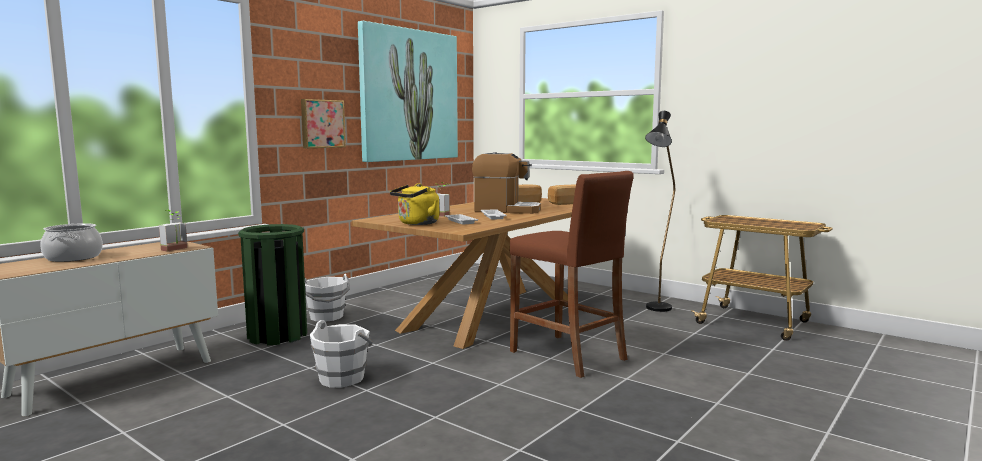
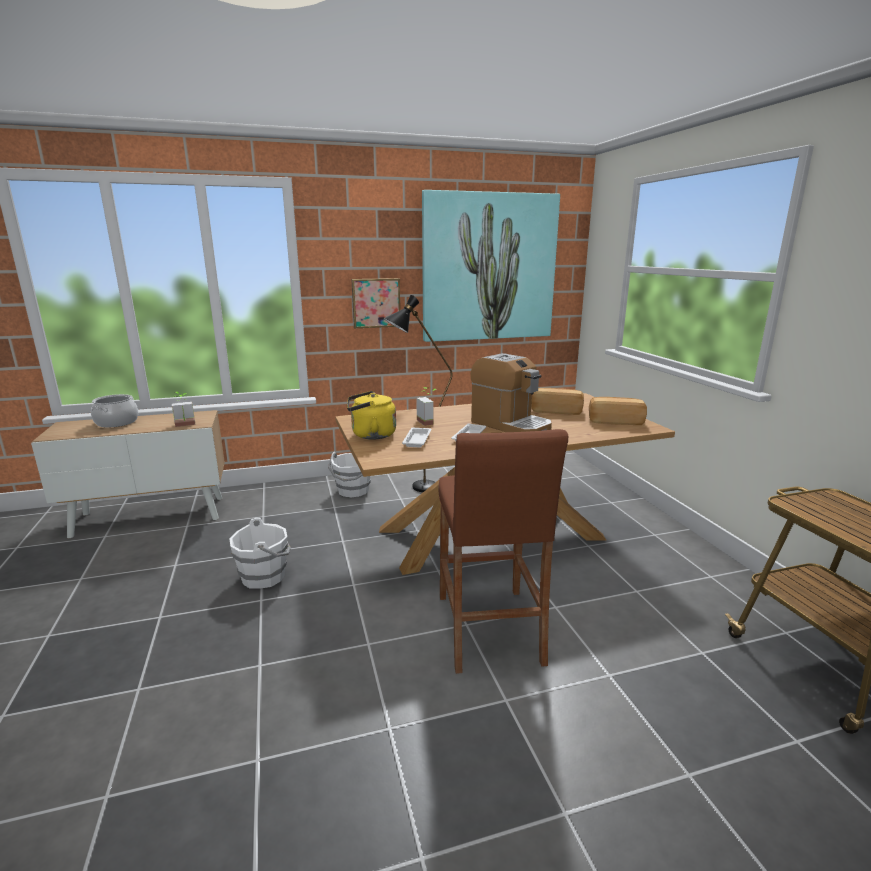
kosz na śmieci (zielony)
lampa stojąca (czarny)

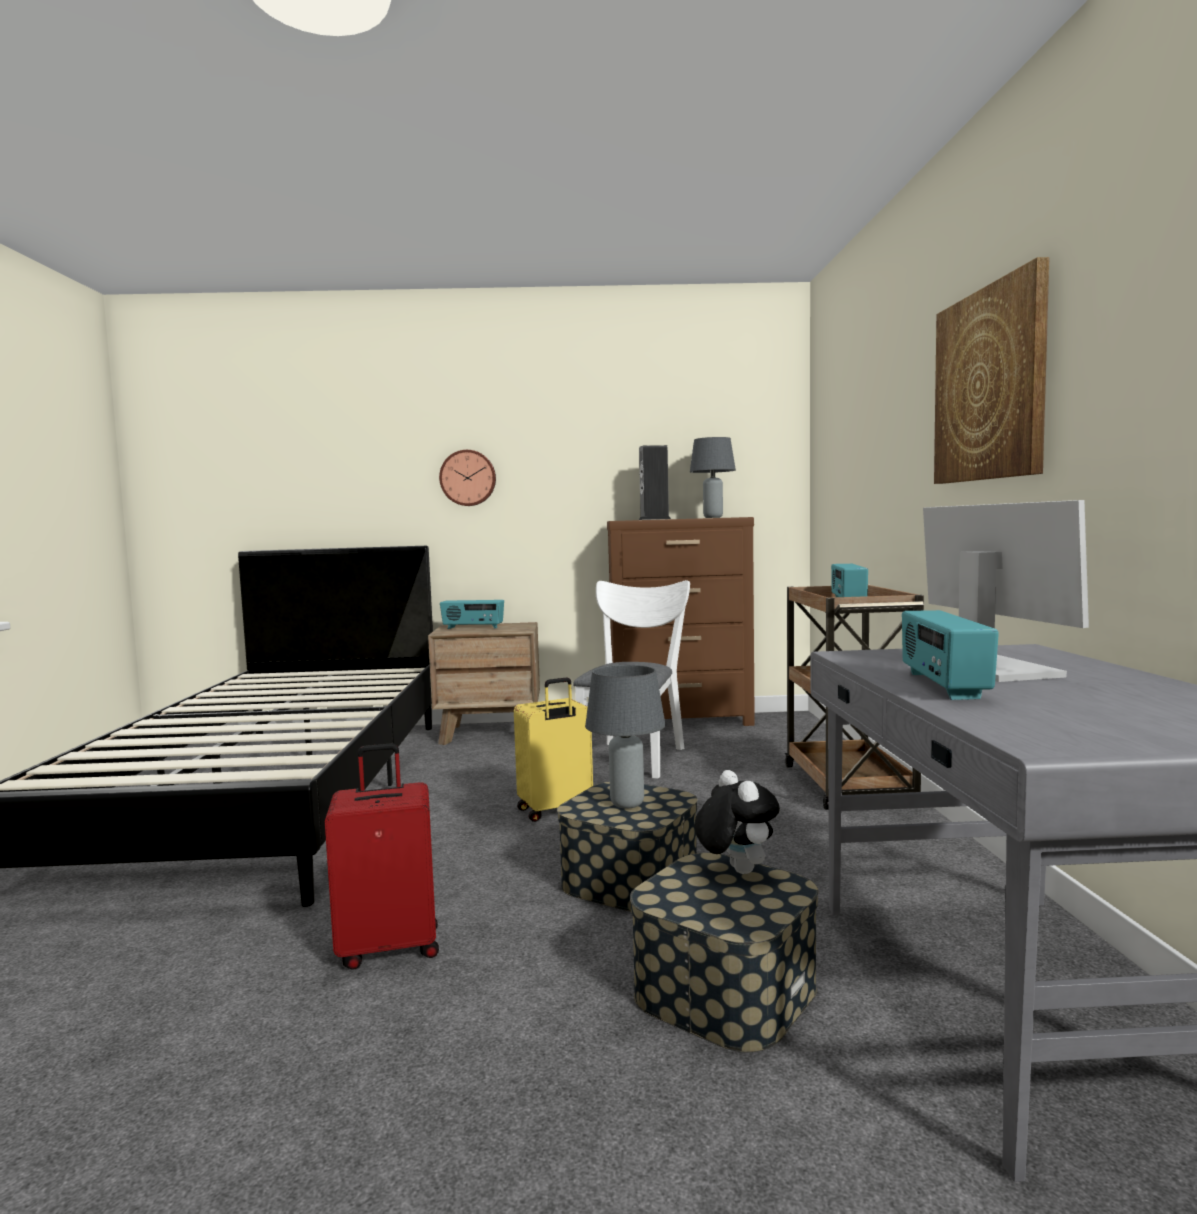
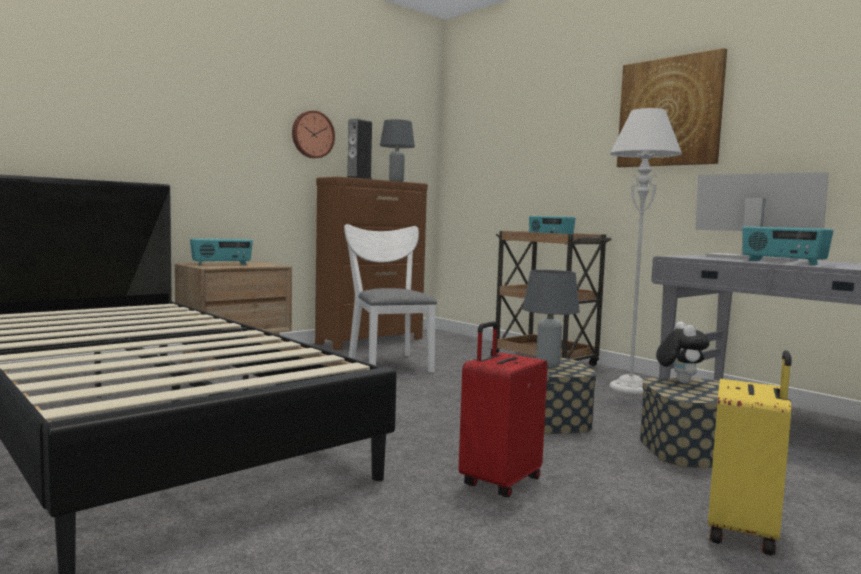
lampa stojąca (szary)
zegar ścienny
walizka (żółty)
pluszak

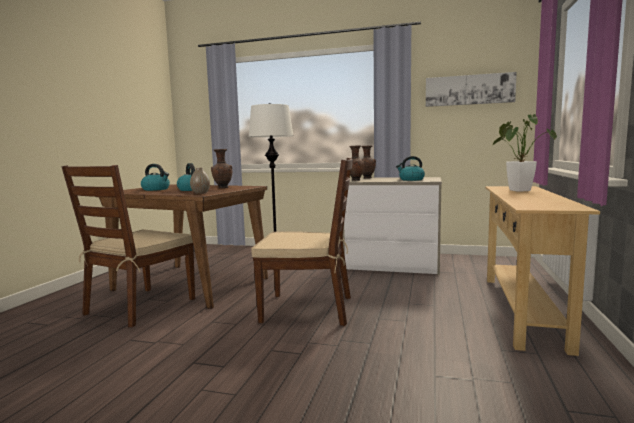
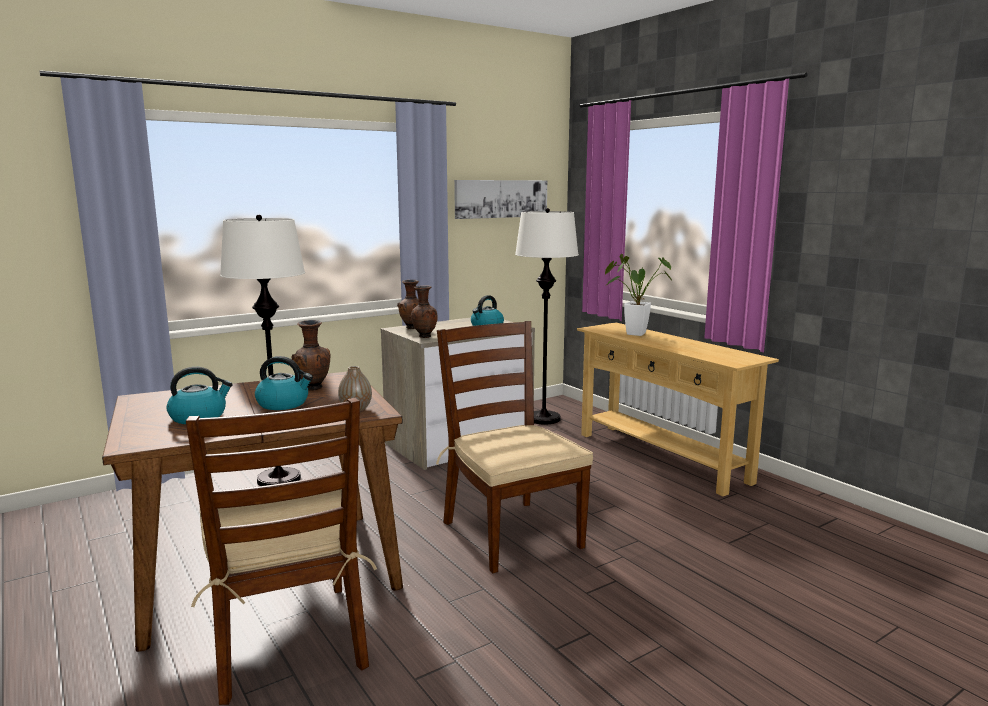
lampa stojąca (biały) (no. 2 from left)
krzesło (brązowy) (no. 2 from left)

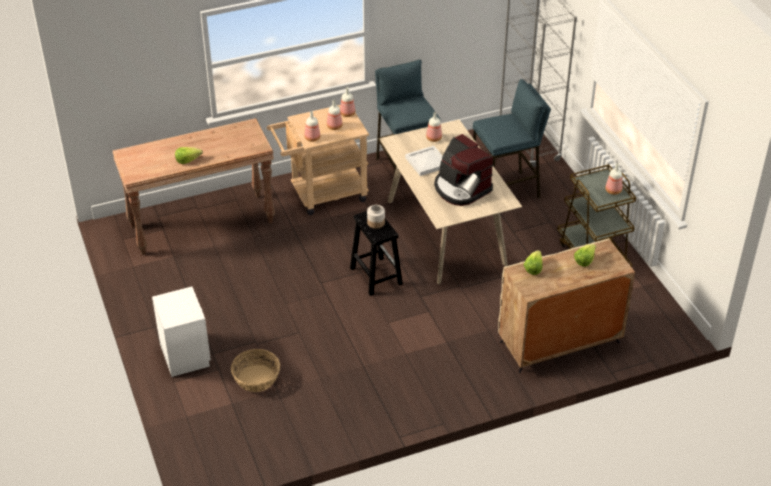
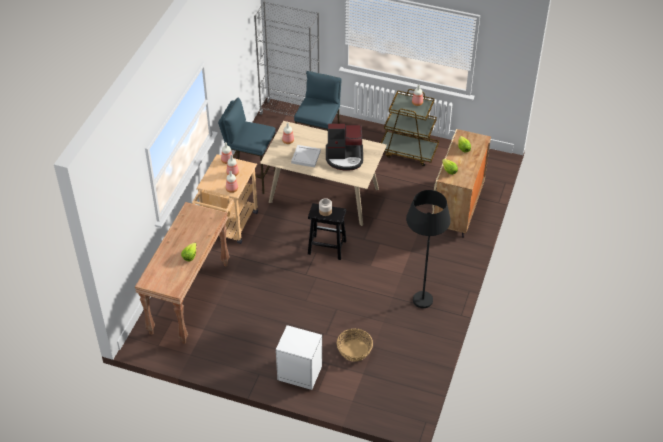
lampa stojąca (czarny)

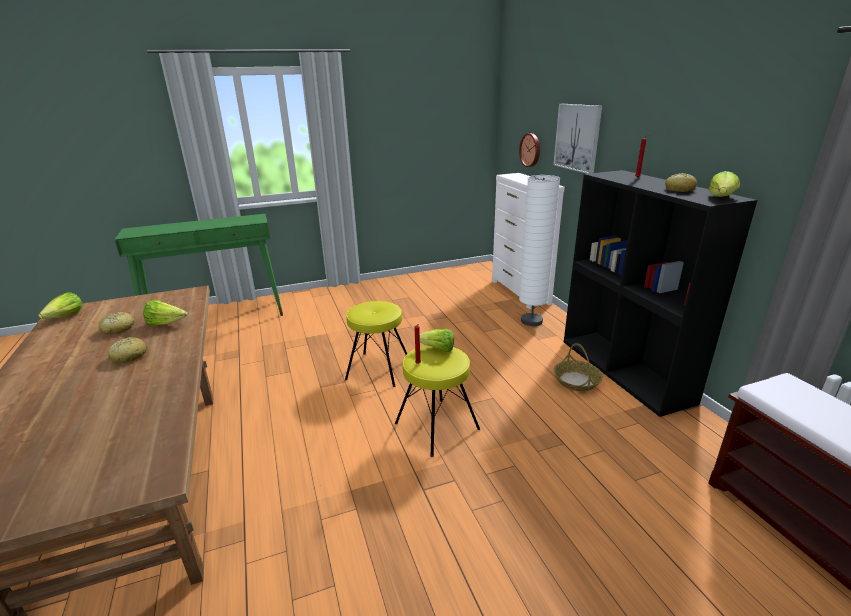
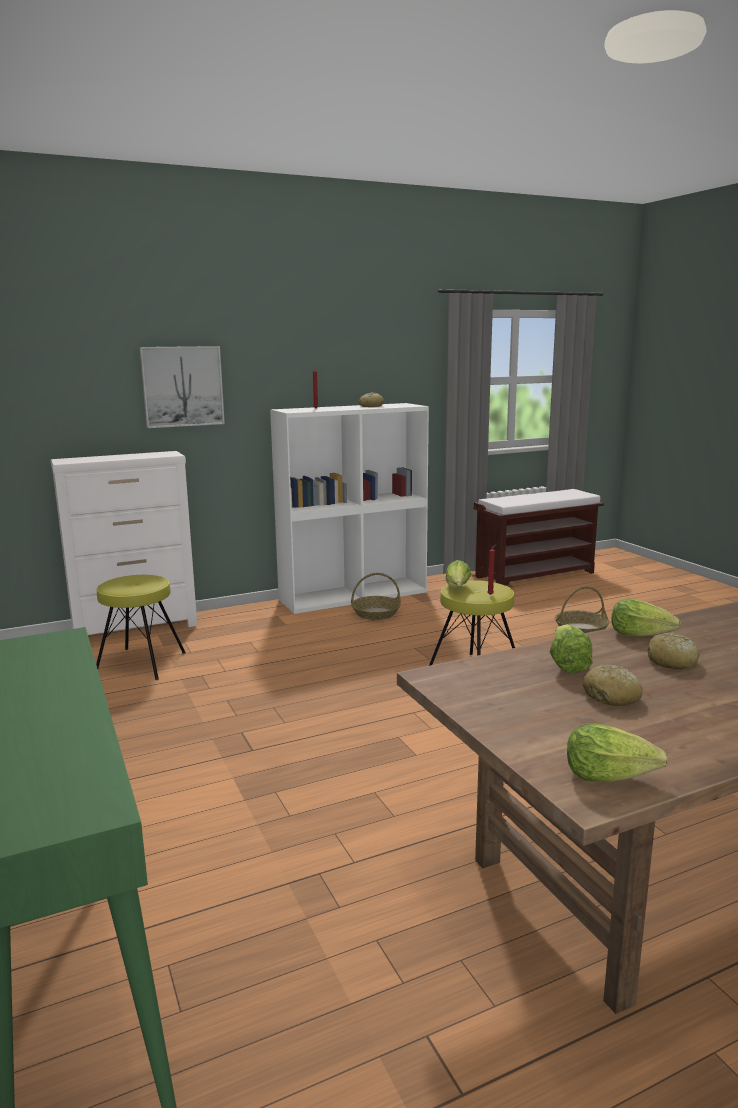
zegar ścienny
lampa stojąca (biały)
koszyk (no. 2 from left)
stołek (żółty) (no. 1 from left)
sałata (no. 4 from left)
regał (biały)

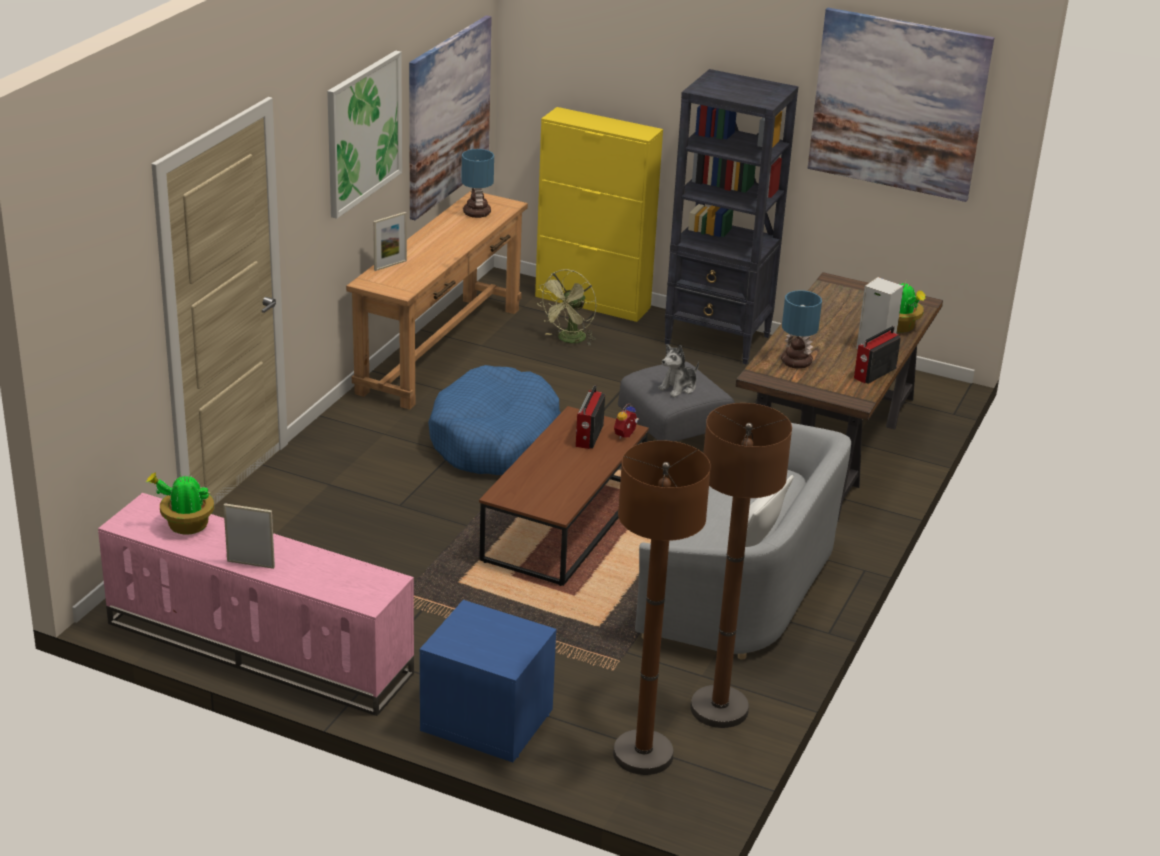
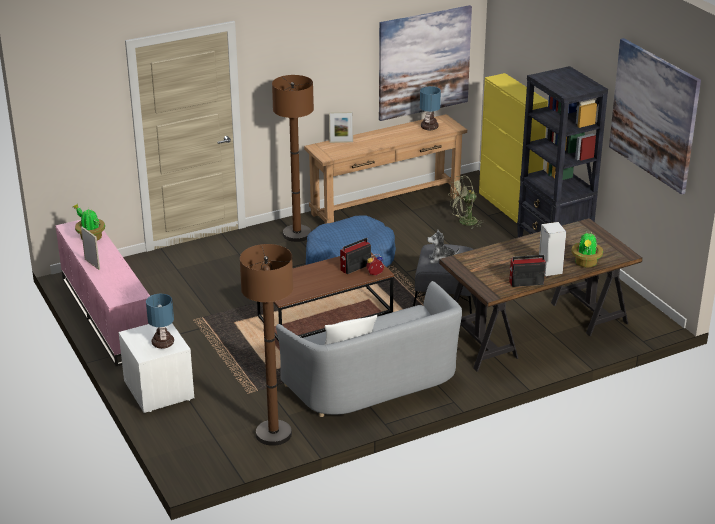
obraz (no. 1 from left in the first image)
lampa stojąca (brązowy) (no. 2 from left)
lampa stołowa (no. 1 from left)
szafka nocna (biały)

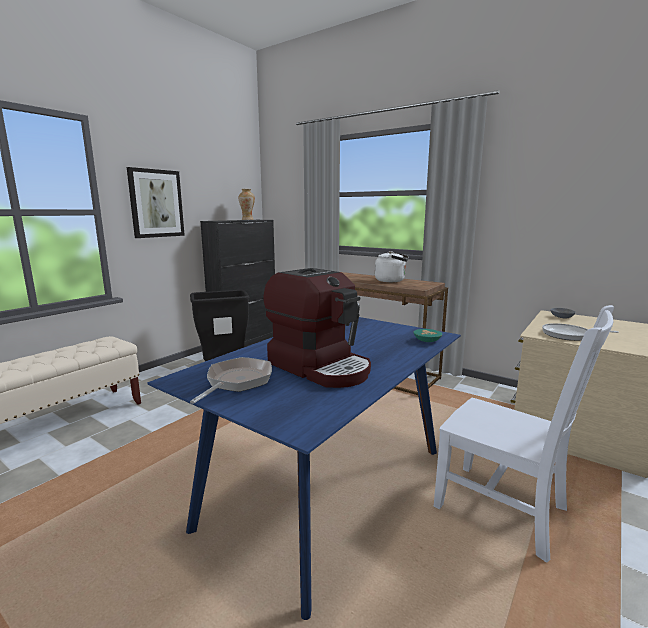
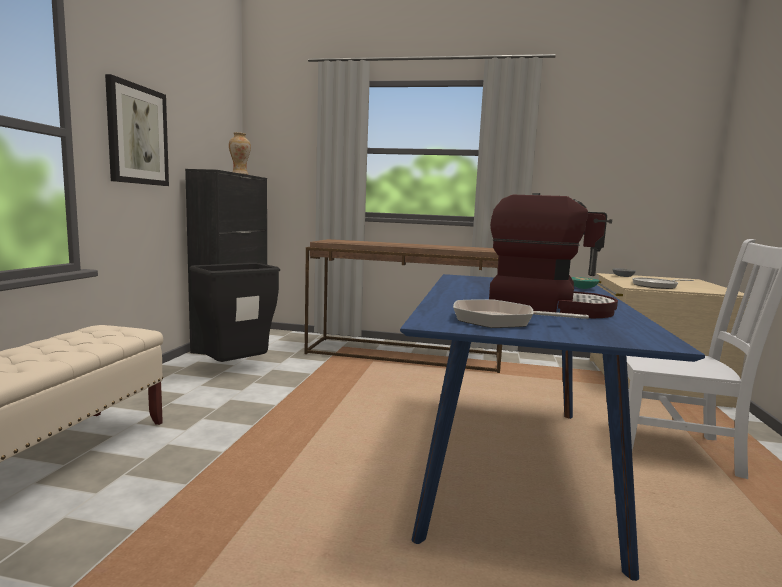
czajnik (biały)
patelnia (no. 1 from left)

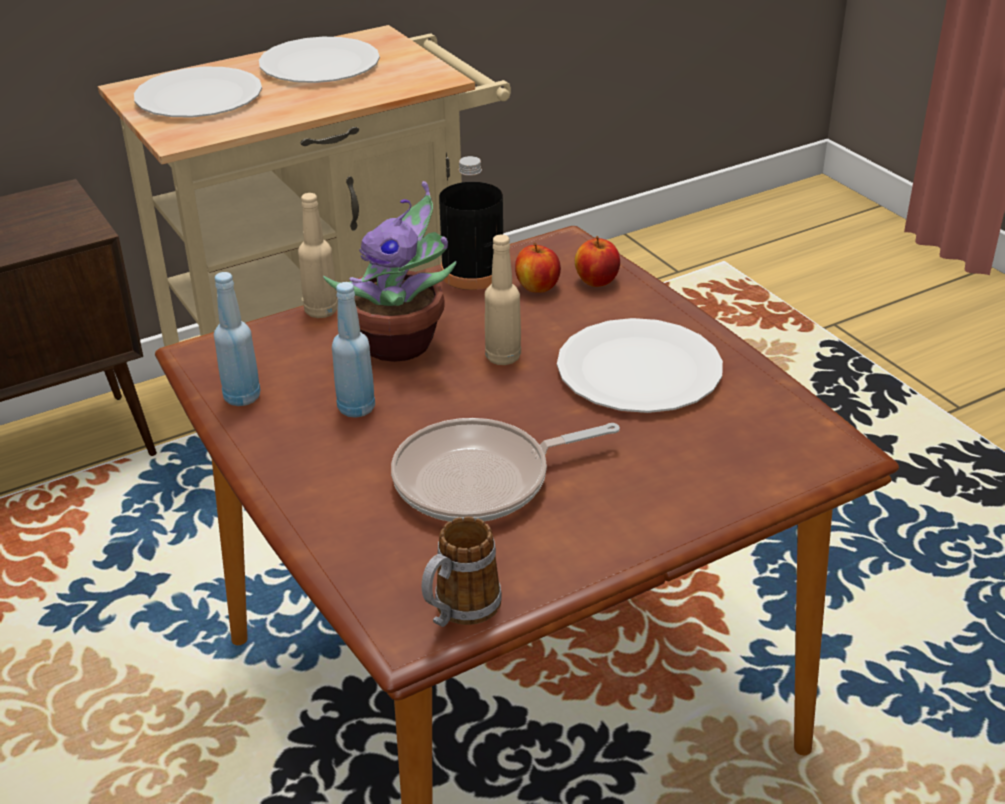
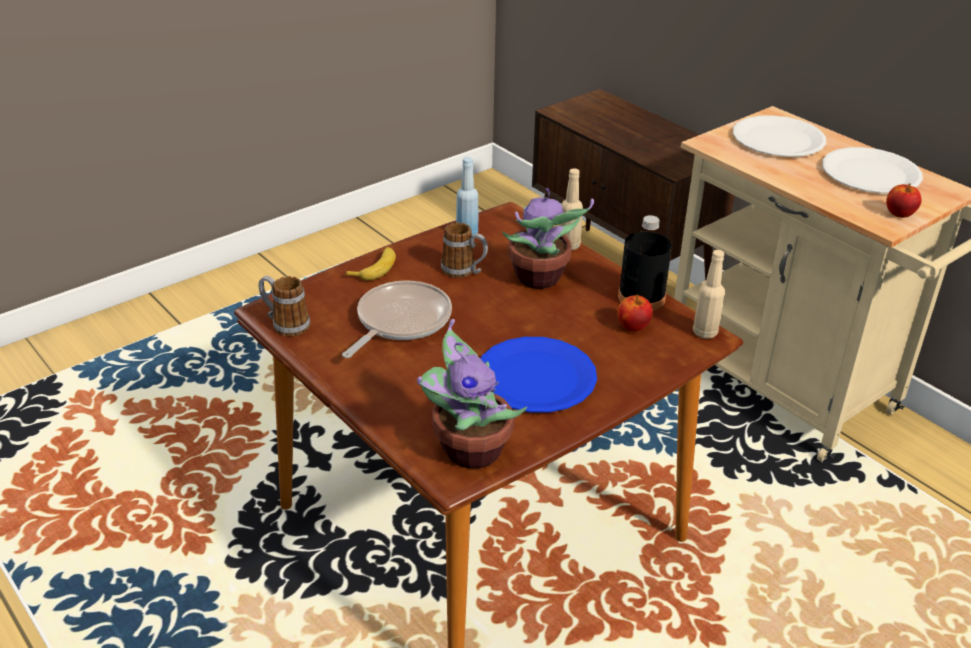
banan
roślina doniczkowa (no. 1 from left)
butelka (beżowy) (no. 2 from left)
jabłko (no. 2 from left)
kubek (no. 2 from left)
talerz (niebieski)
patelnia

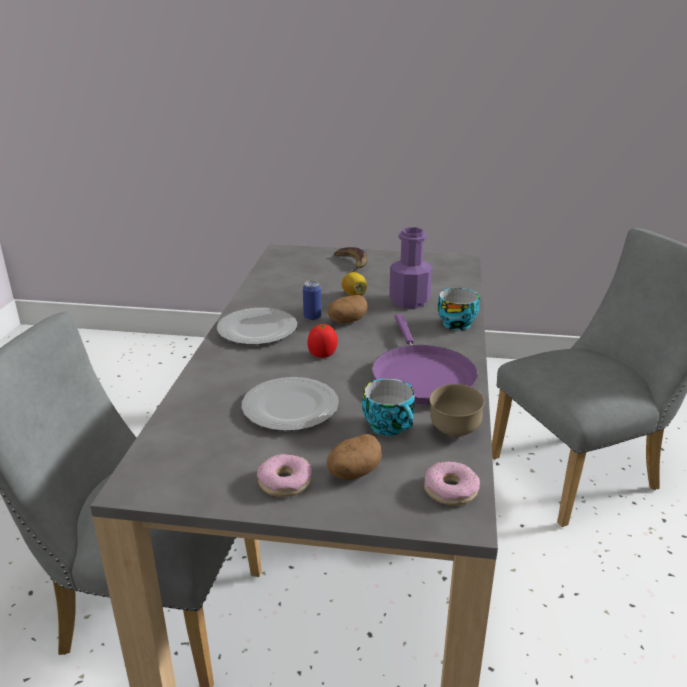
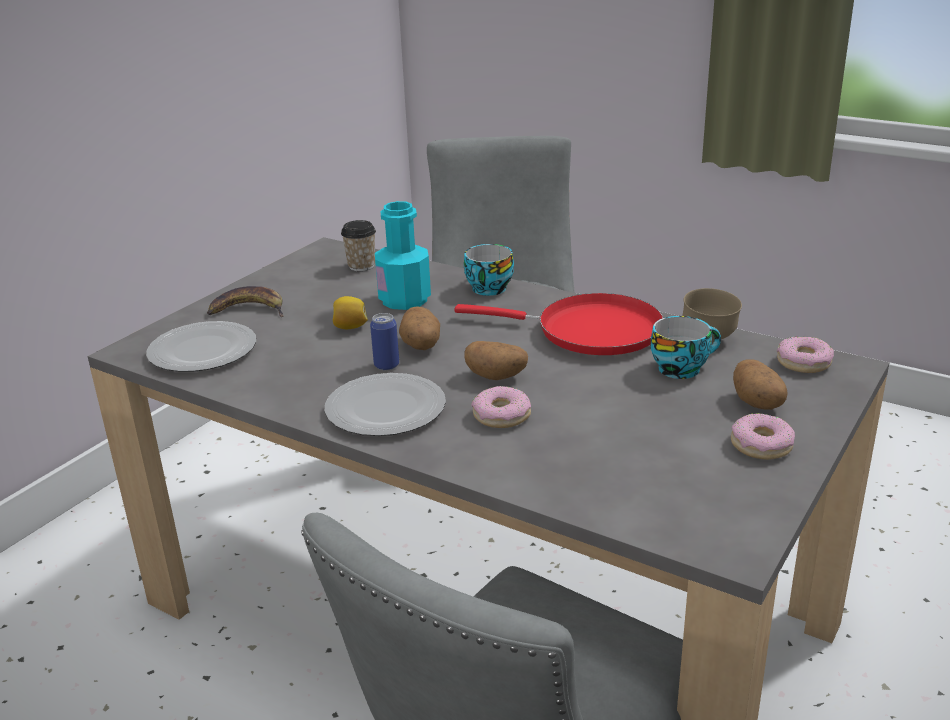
filiżanka (no. 1 from left)
donut (no. 1 from left)
talerz (no. 1 from left)
ziemniak (no. 2 from left)
patelnia (czerwony)
butelka (turkusowy)

